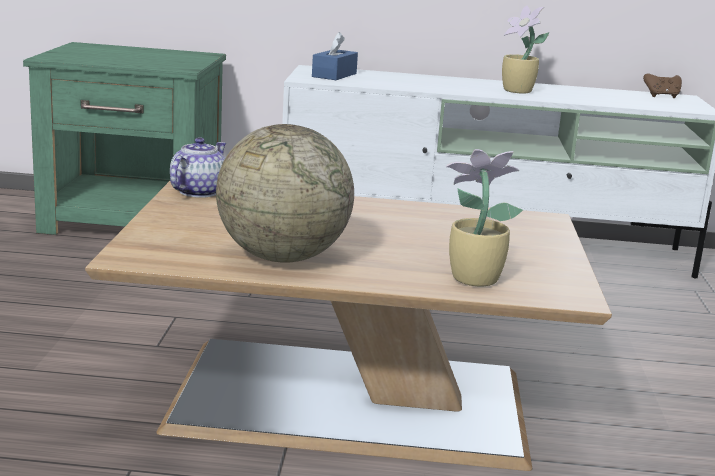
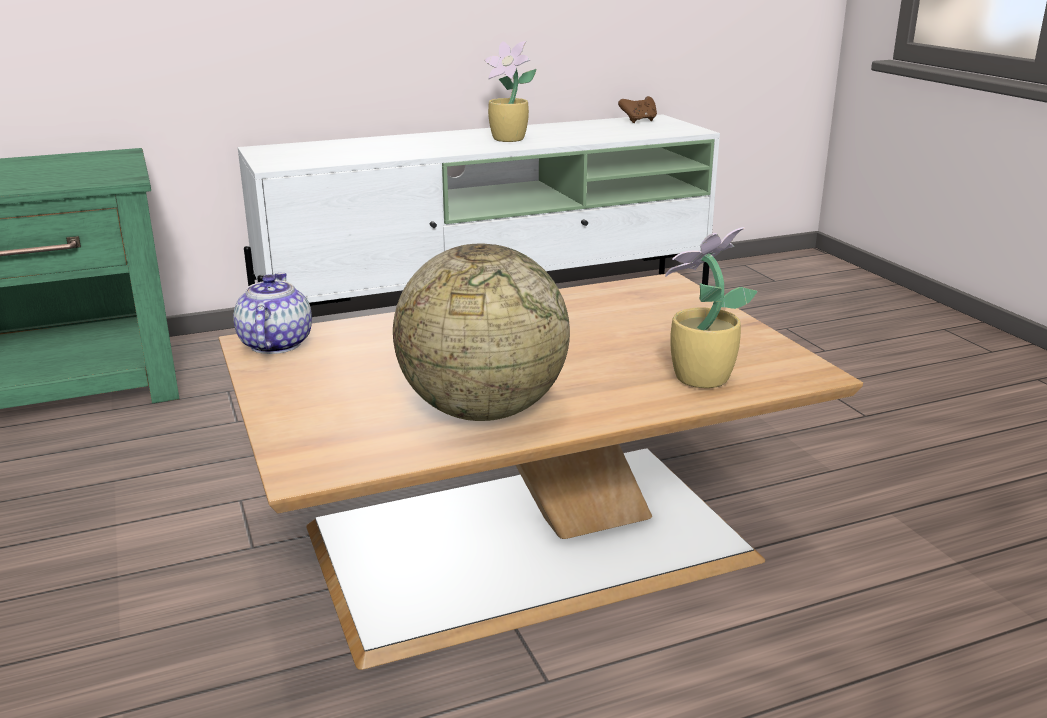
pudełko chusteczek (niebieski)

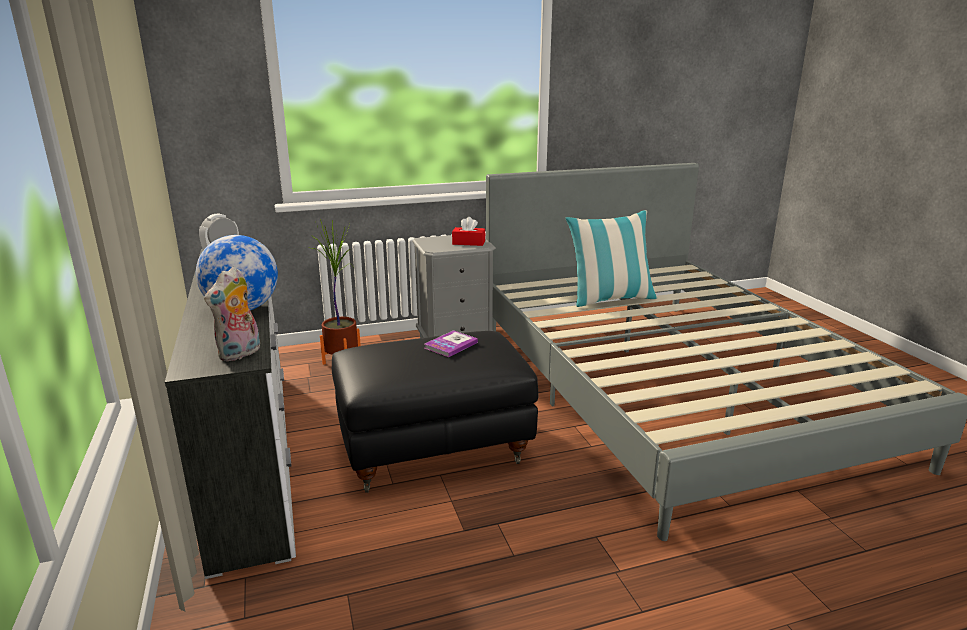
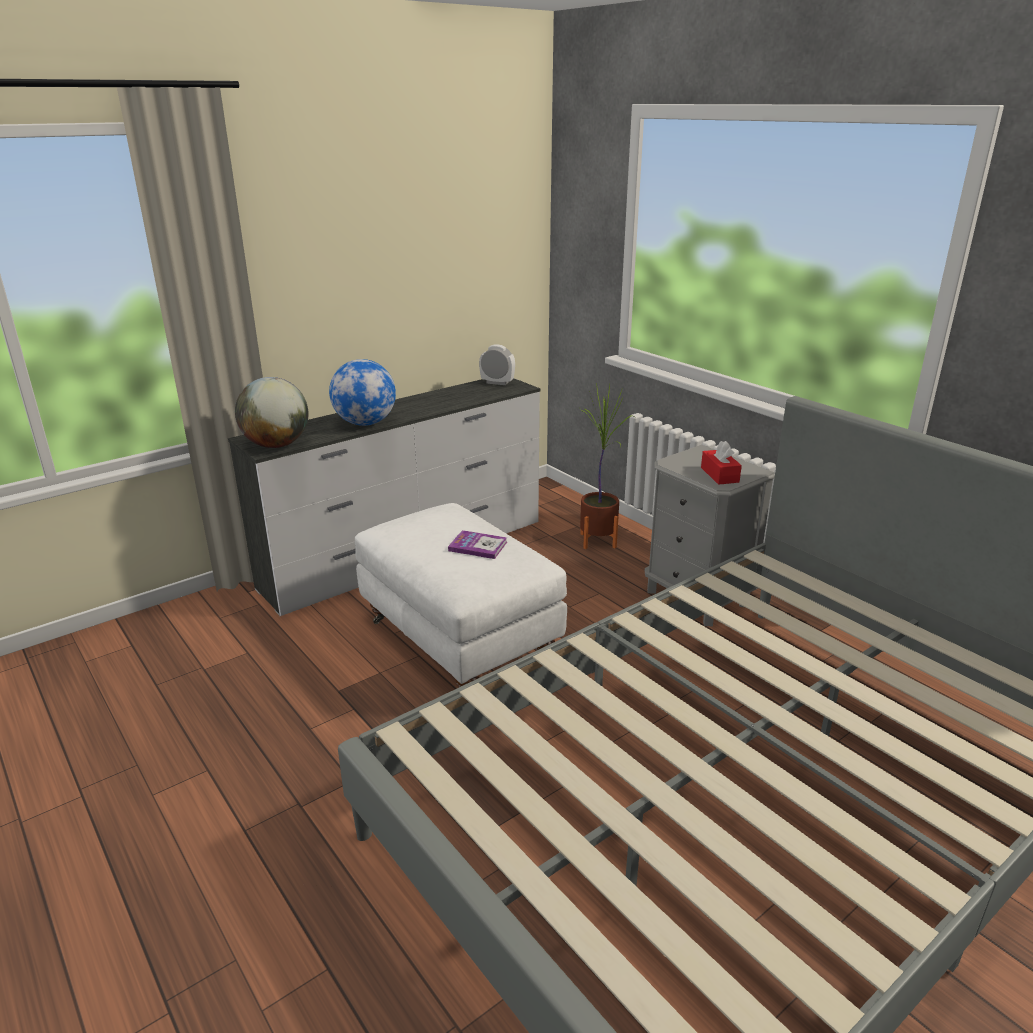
poduszka
globus (no. 1 from left)
pufa (biały)

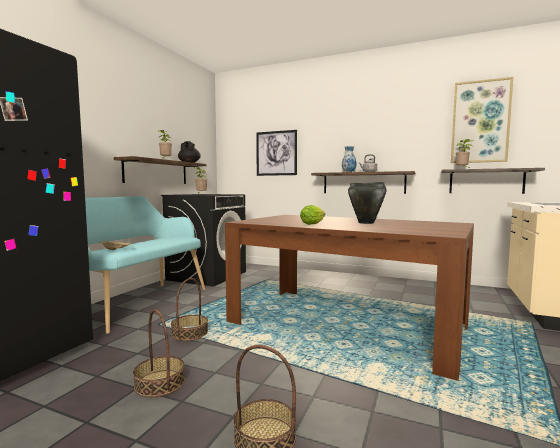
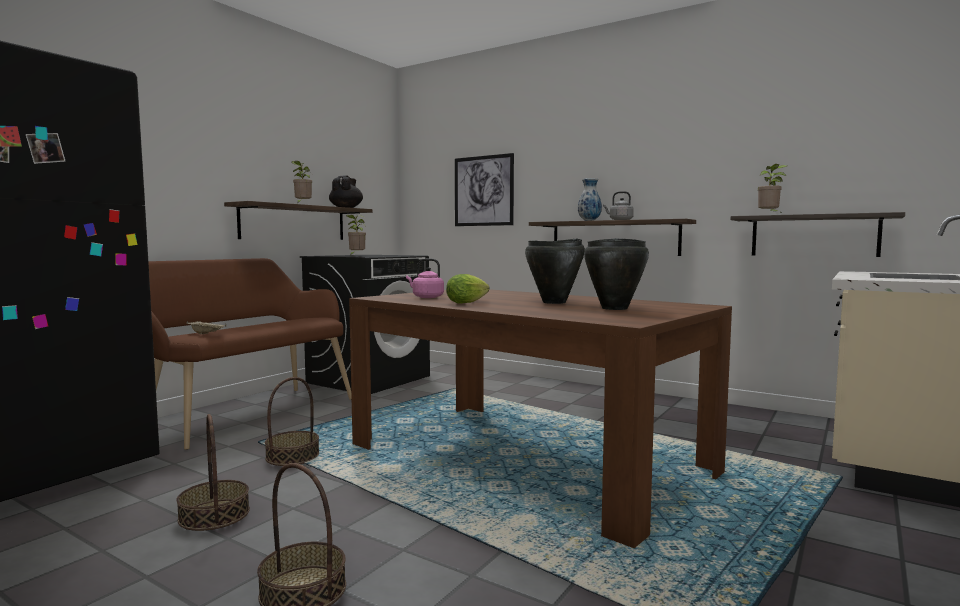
obraz (no. 2 from left in the first image)
czajnik (różowy)
garnek (czarny) (no. 2 from left)
ławka (brązowy)

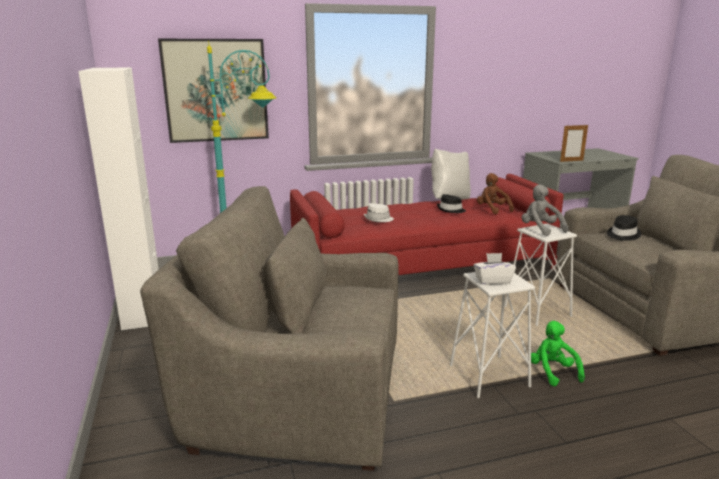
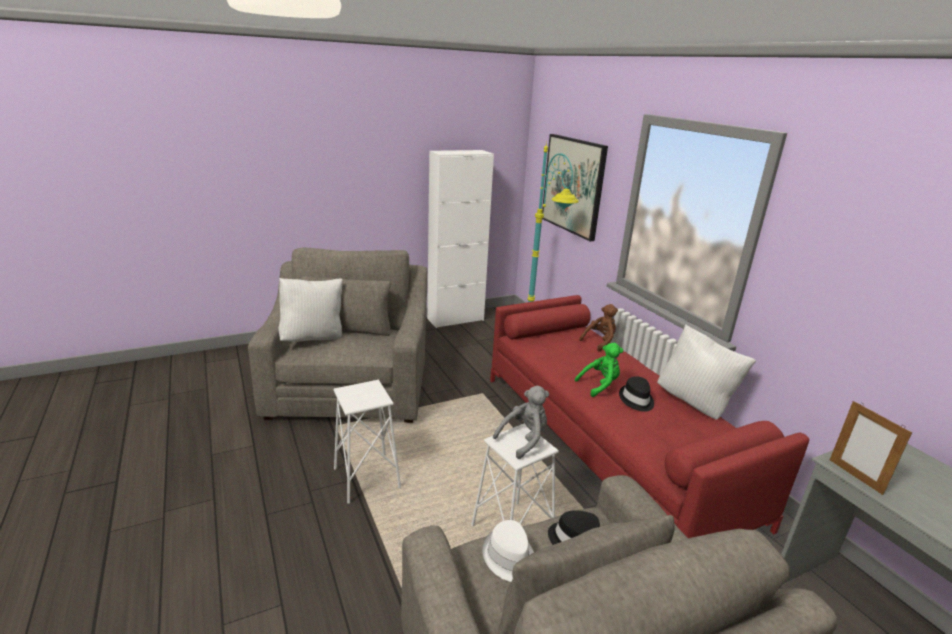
pudełko chusteczek (biały)
poduszka (biały) (no. 1 from left)
kapelusz (biały)
pluszak (brązowy)
pluszak (zielony)

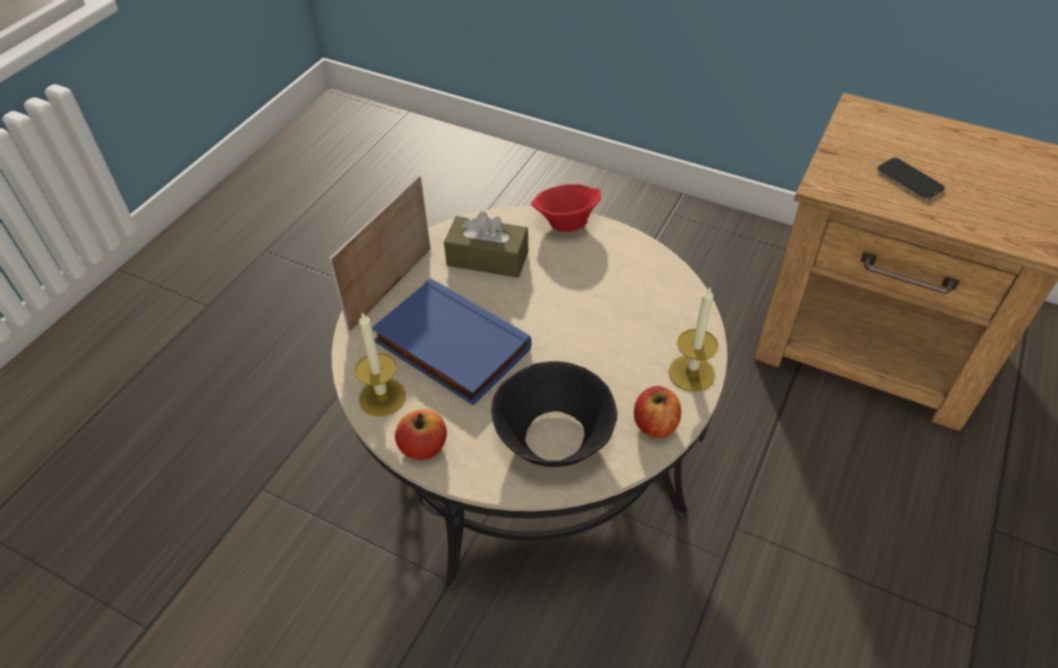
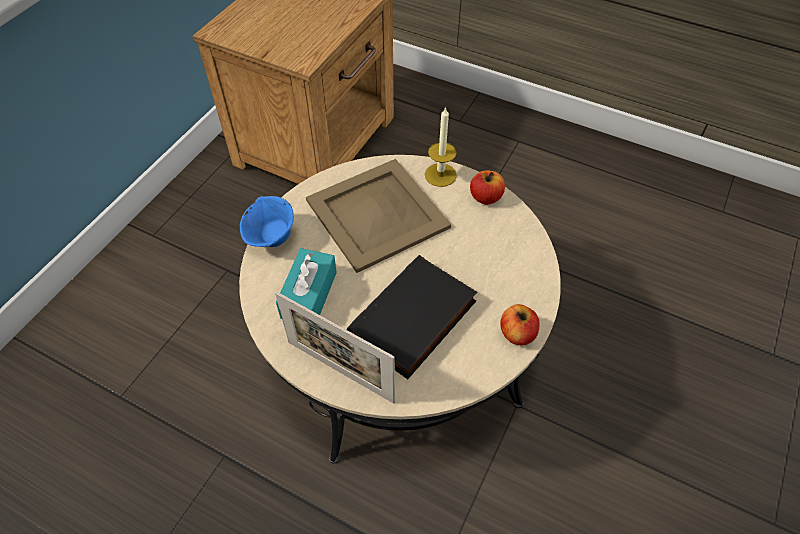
świeca (no. 1 from left in the first image)
miska (czarny)
telefon
taca (beżowy)
książka (czarny)
pudełko chusteczek (turkusowy)
miska (niebieski)

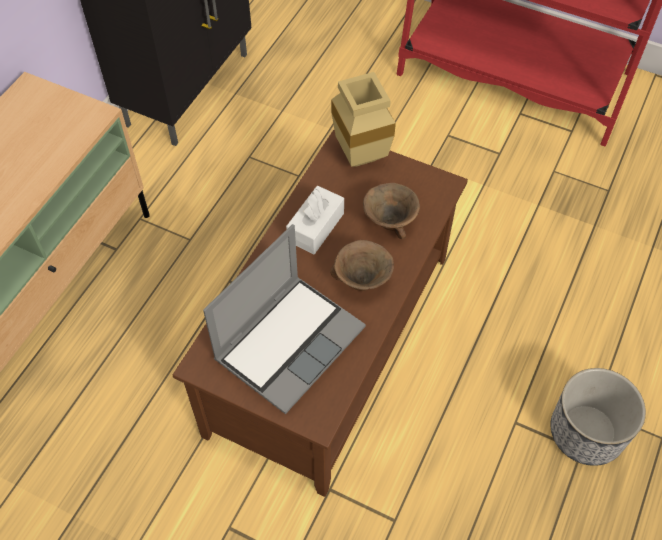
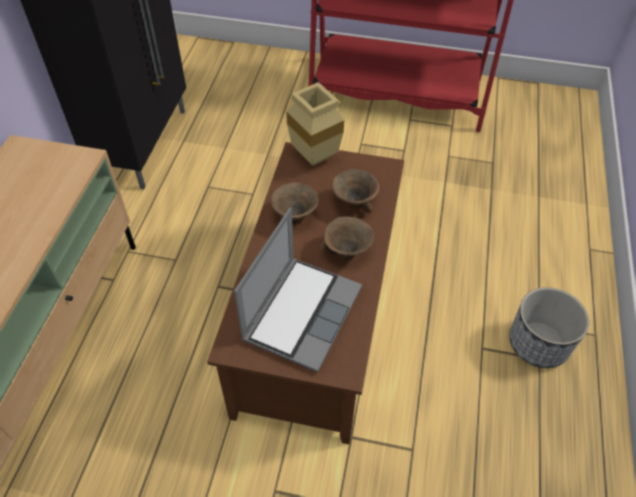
miska (brązowy) (no. 1 from left)

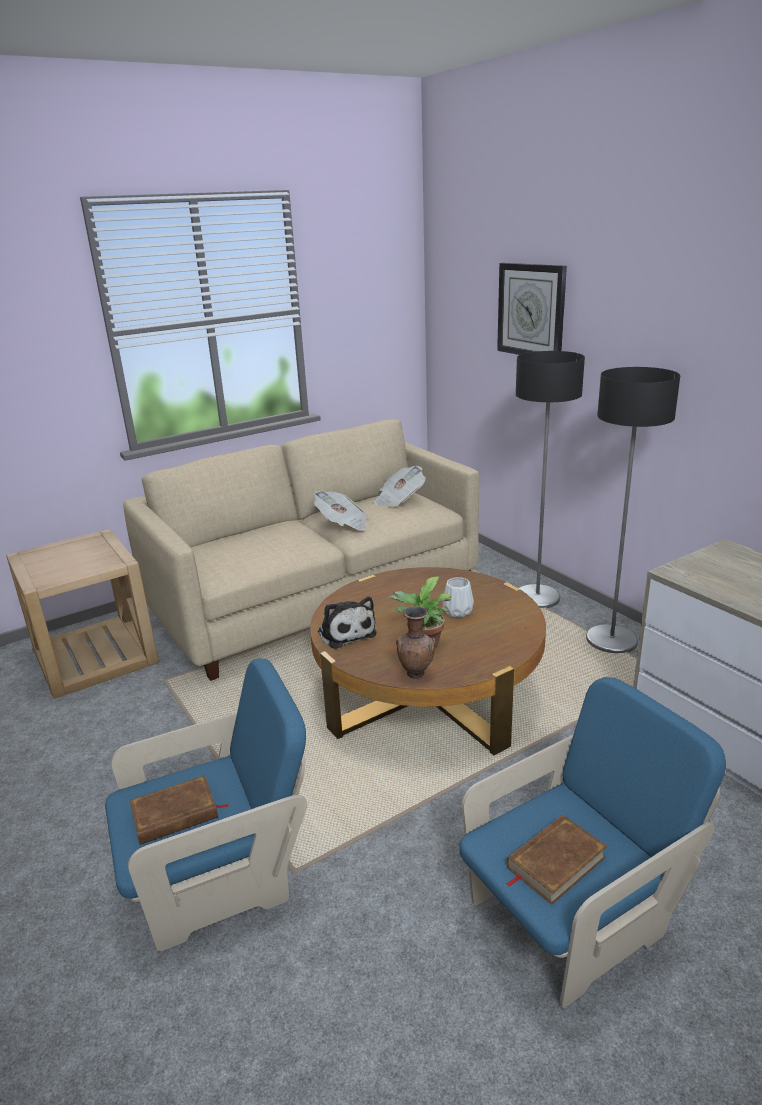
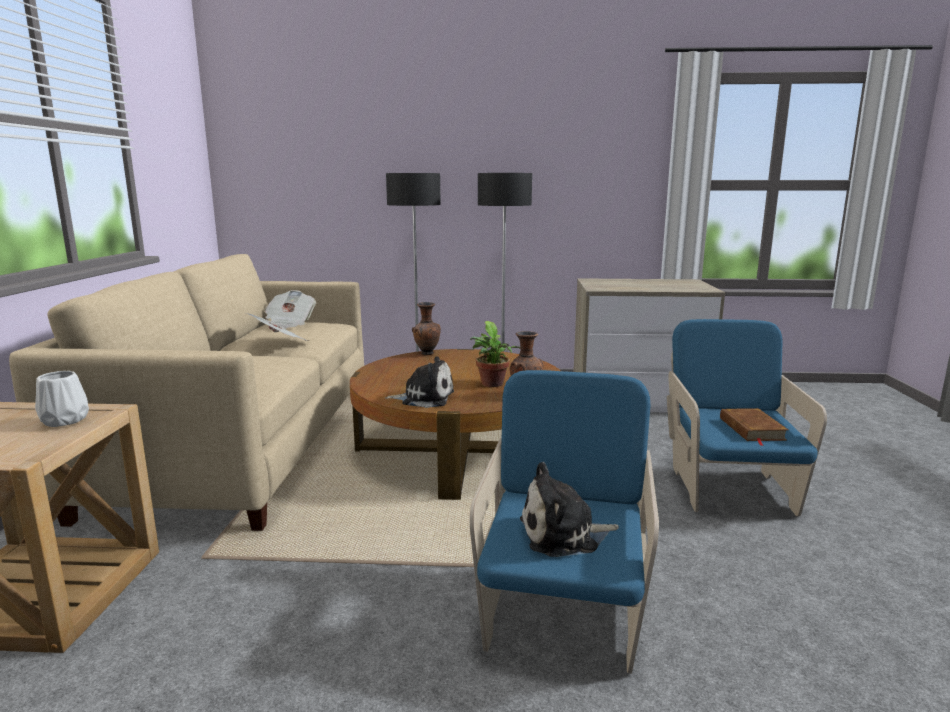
zegar ścienny
wazon (brązowy) (no. 1 from left)
wazon (biały)
pluszak (no. 2 from left)

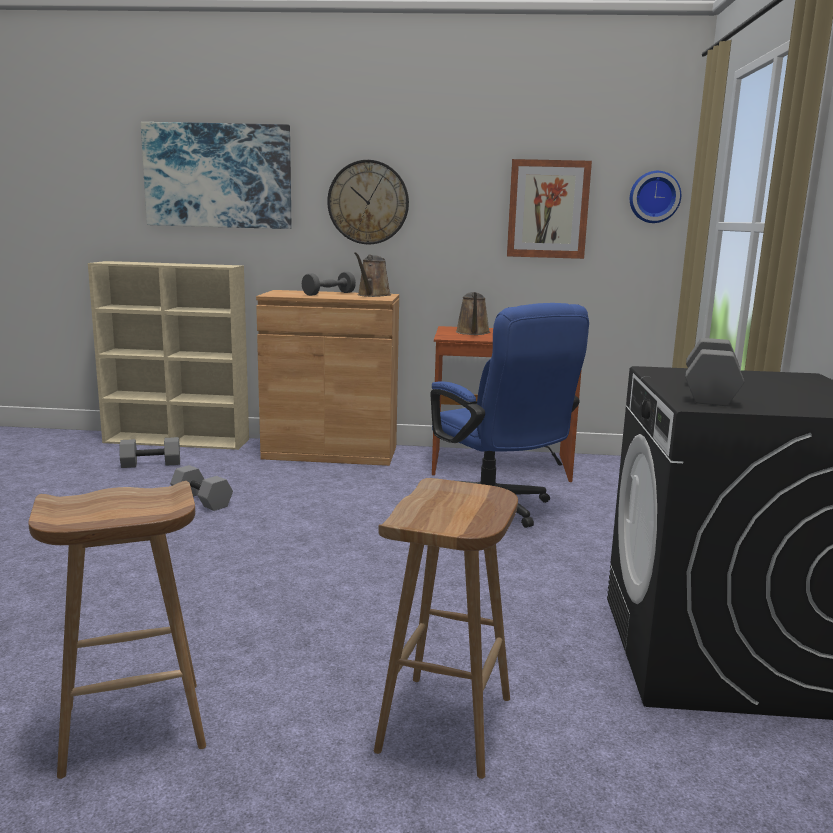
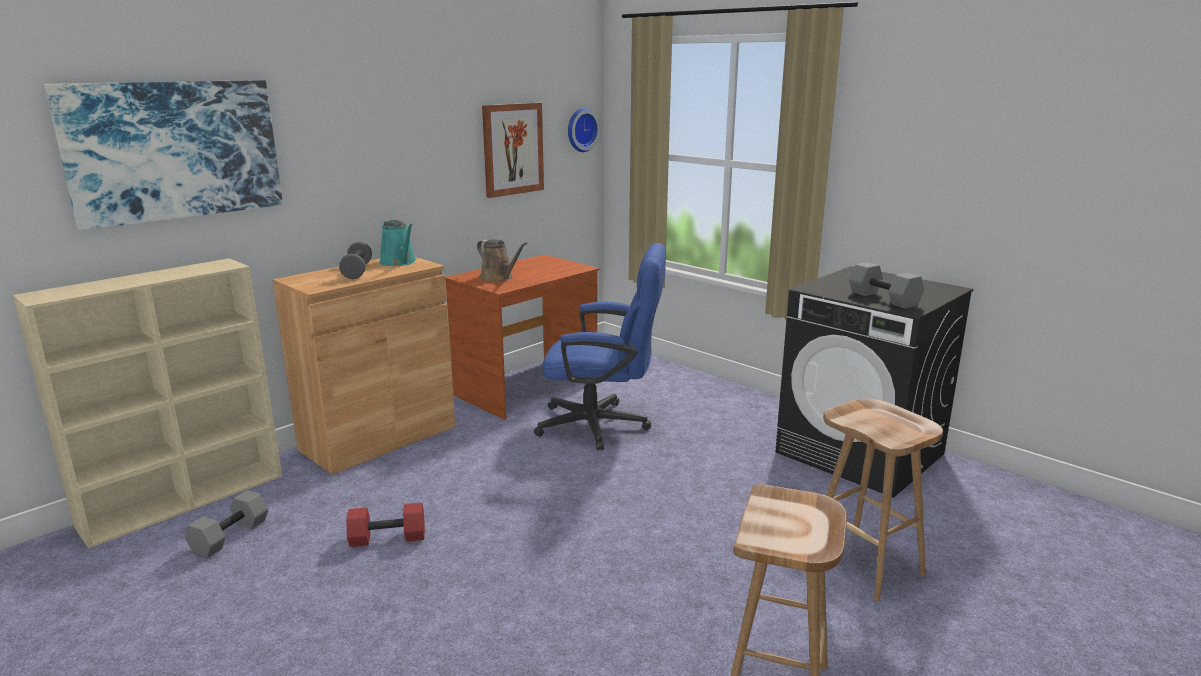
zegar ścienny (no. 1 from left in the first image)
hantel (czerwony)
konewka (turkusowy)

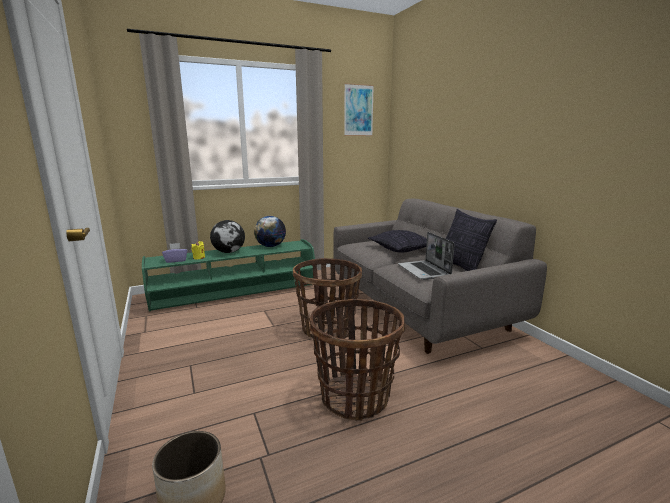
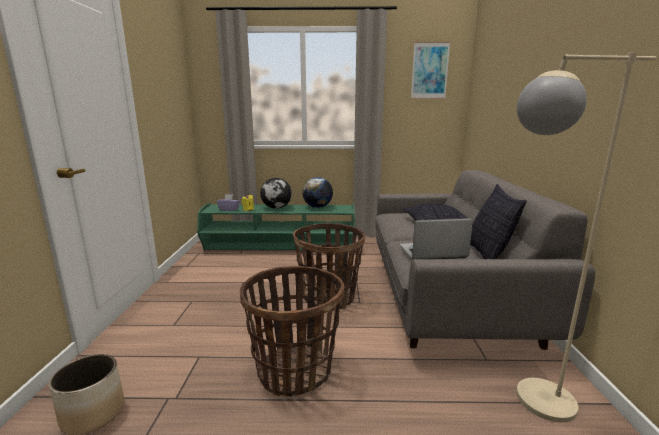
lampa stojąca (beżowy)
laptop

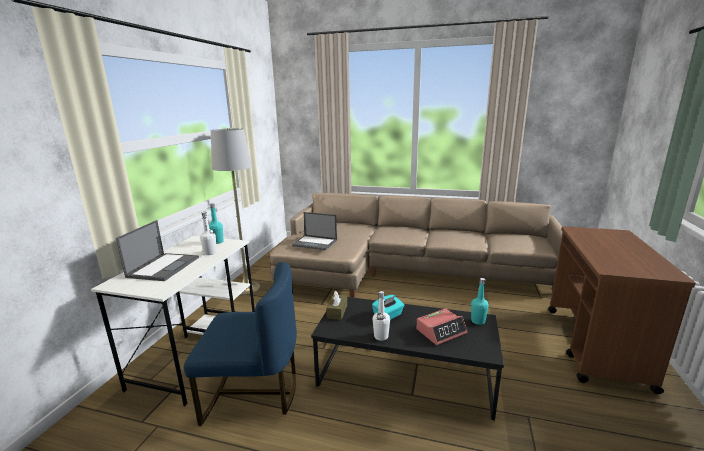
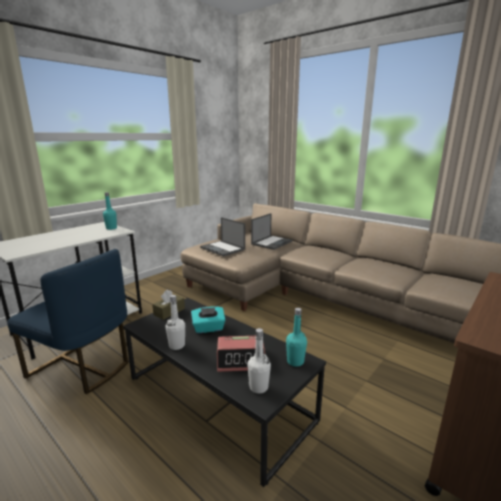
lampa stojąca (szary)
laptop (no. 2 from left)
butelka (biały) (no. 2 from left)

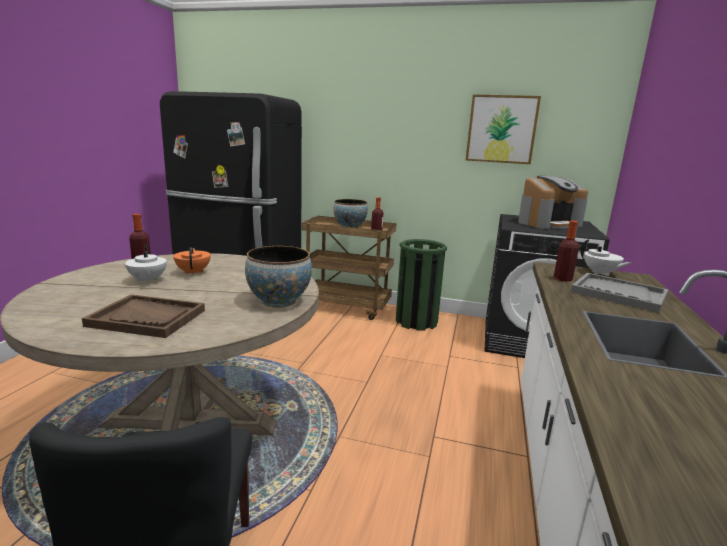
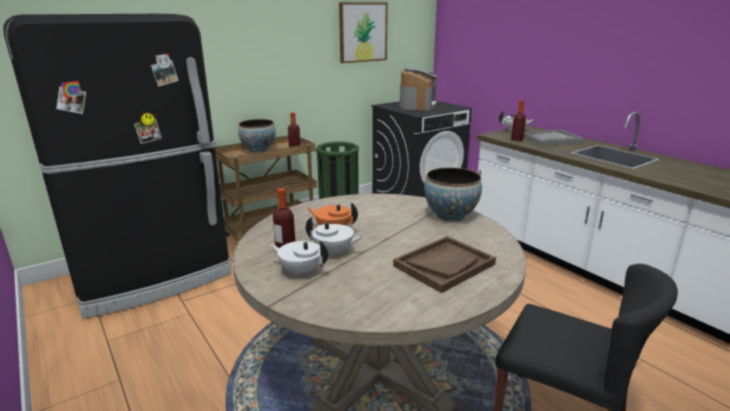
imbryk (biały) (no. 1 from left)

